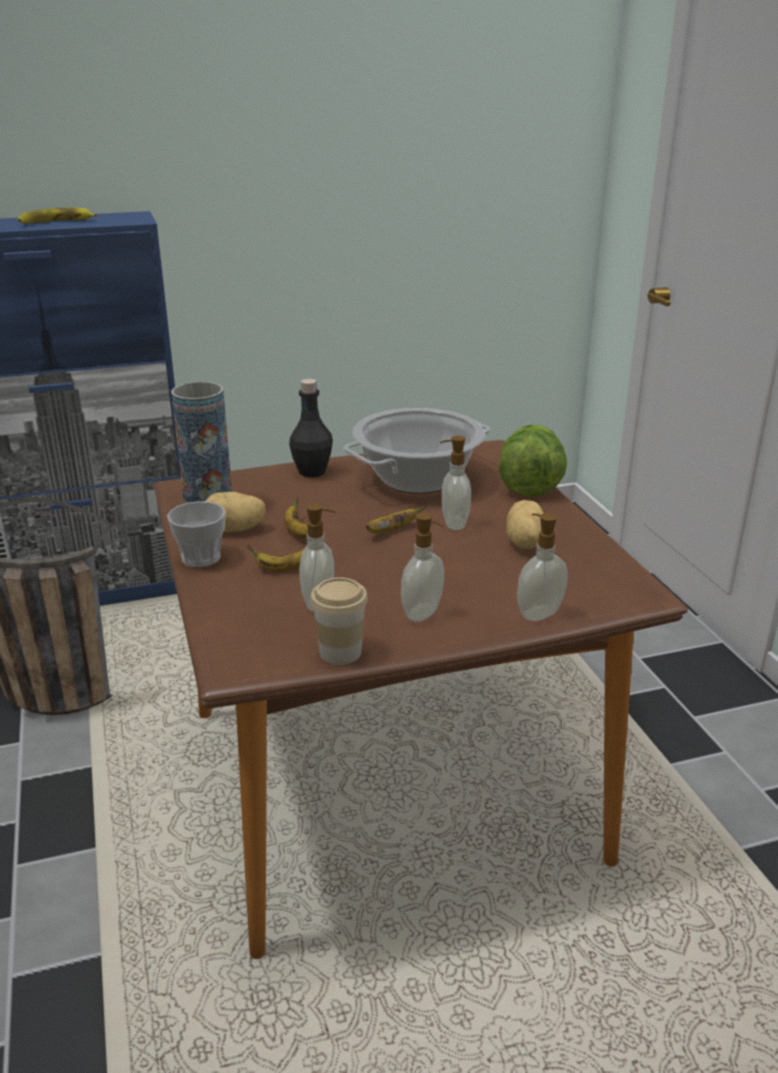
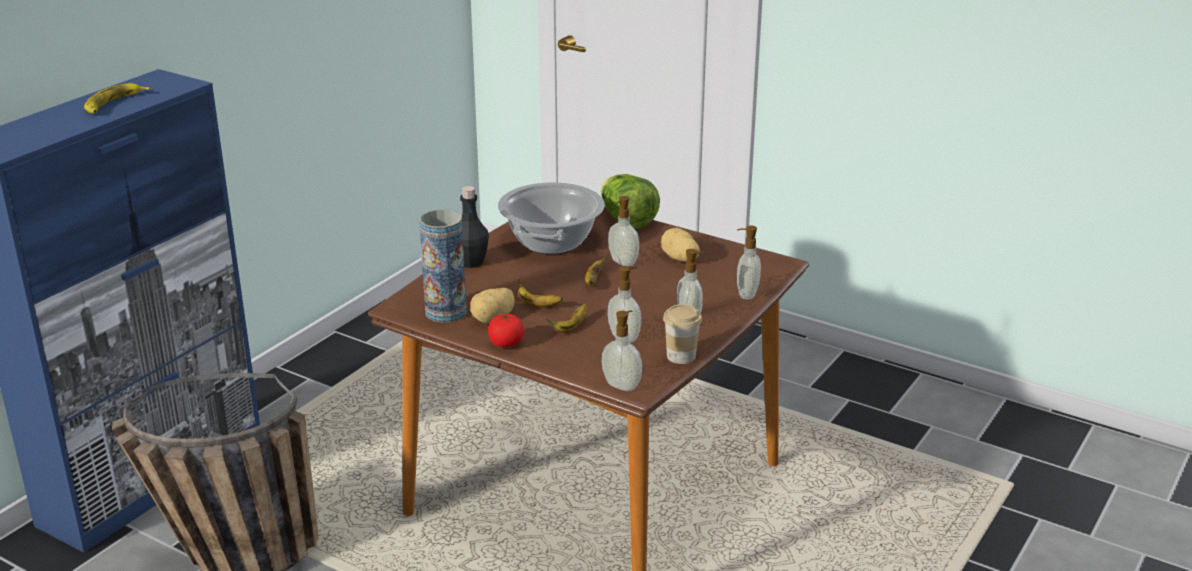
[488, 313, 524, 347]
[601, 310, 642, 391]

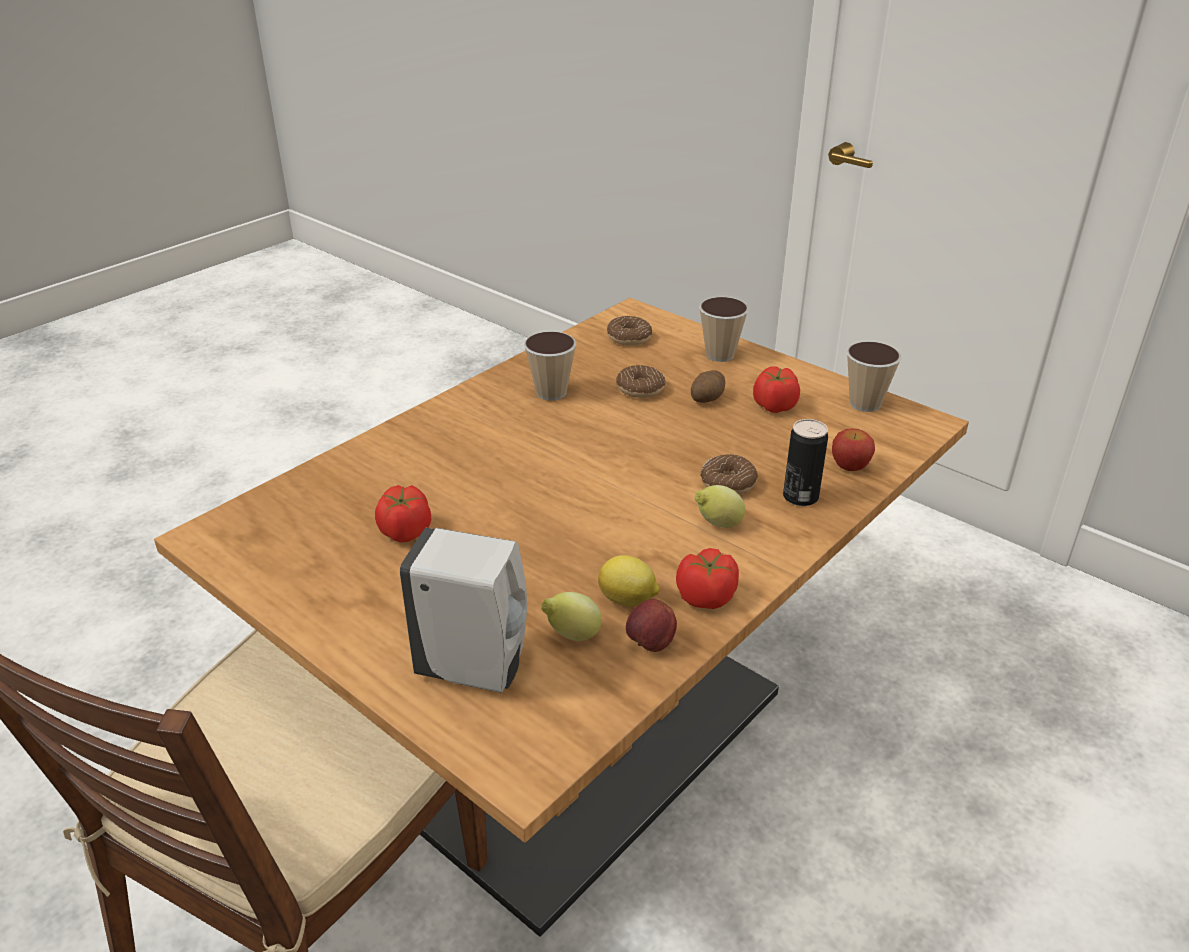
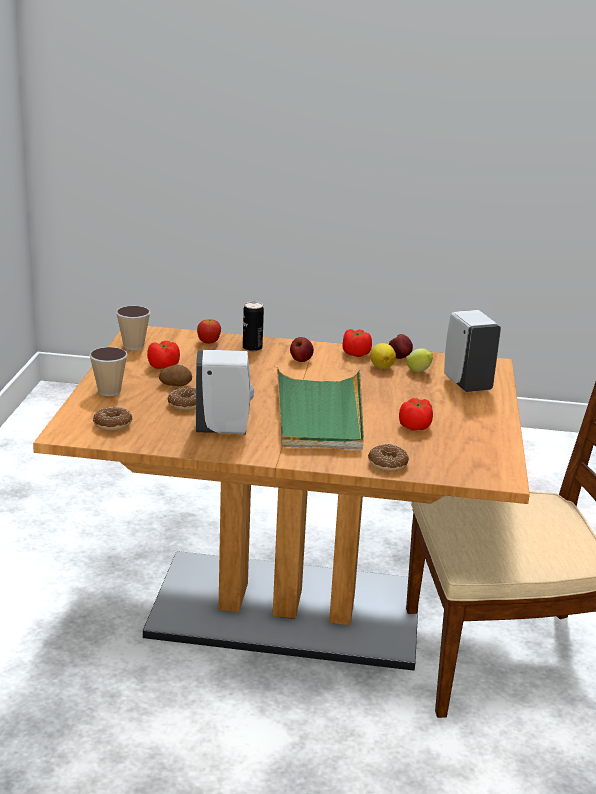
[196, 350, 254, 434]
[277, 367, 364, 450]
[290, 337, 314, 362]
[368, 444, 409, 472]

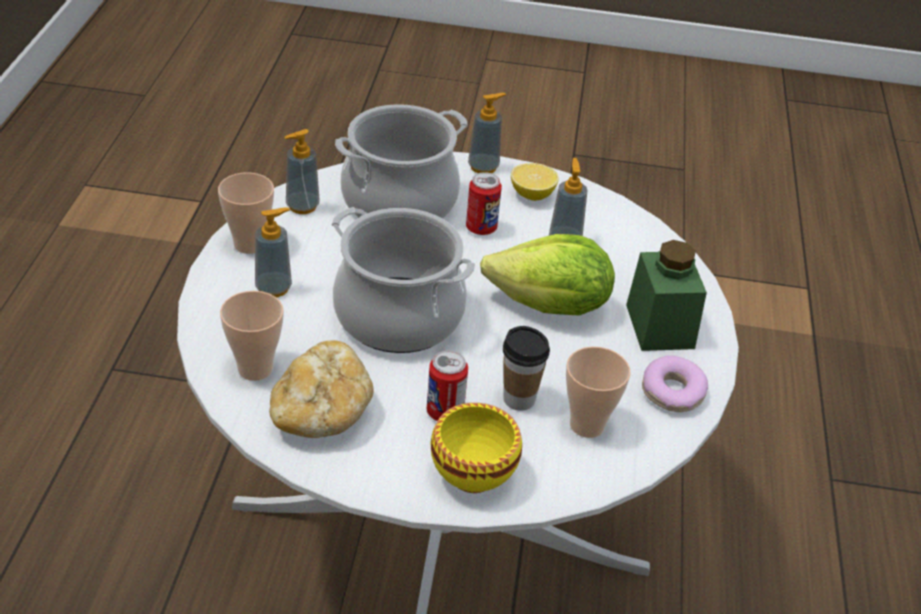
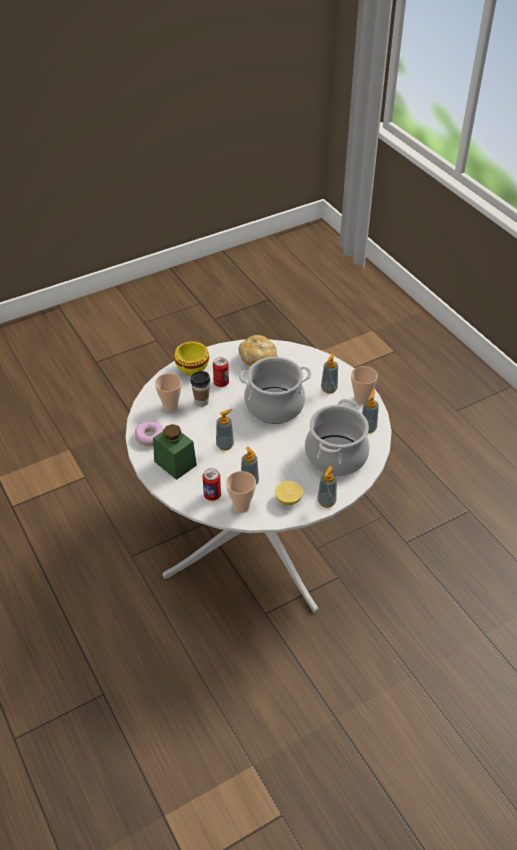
[203, 468, 221, 501]
[216, 409, 234, 451]
[226, 471, 256, 513]

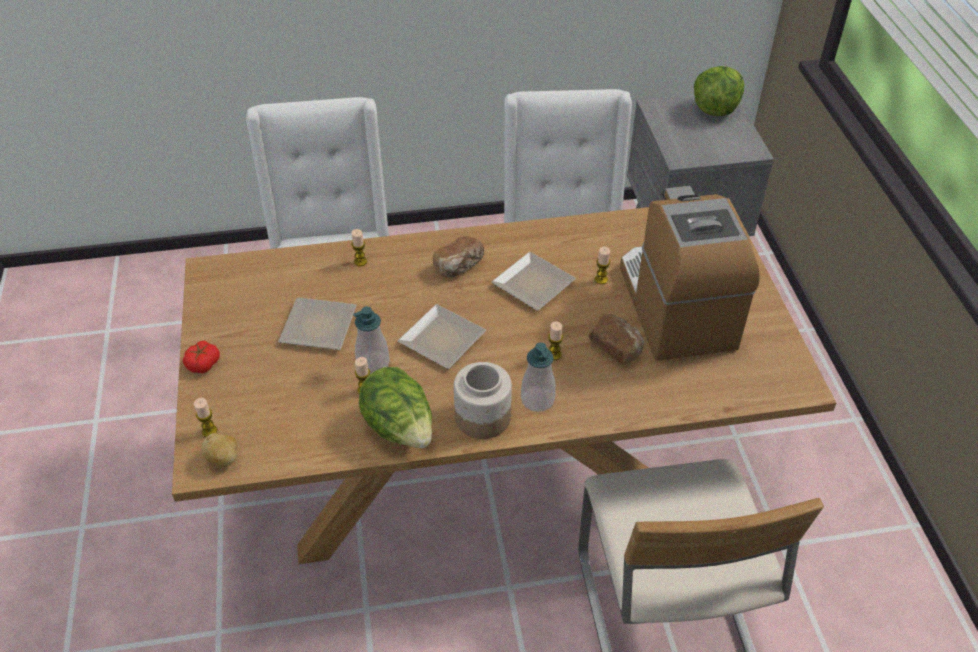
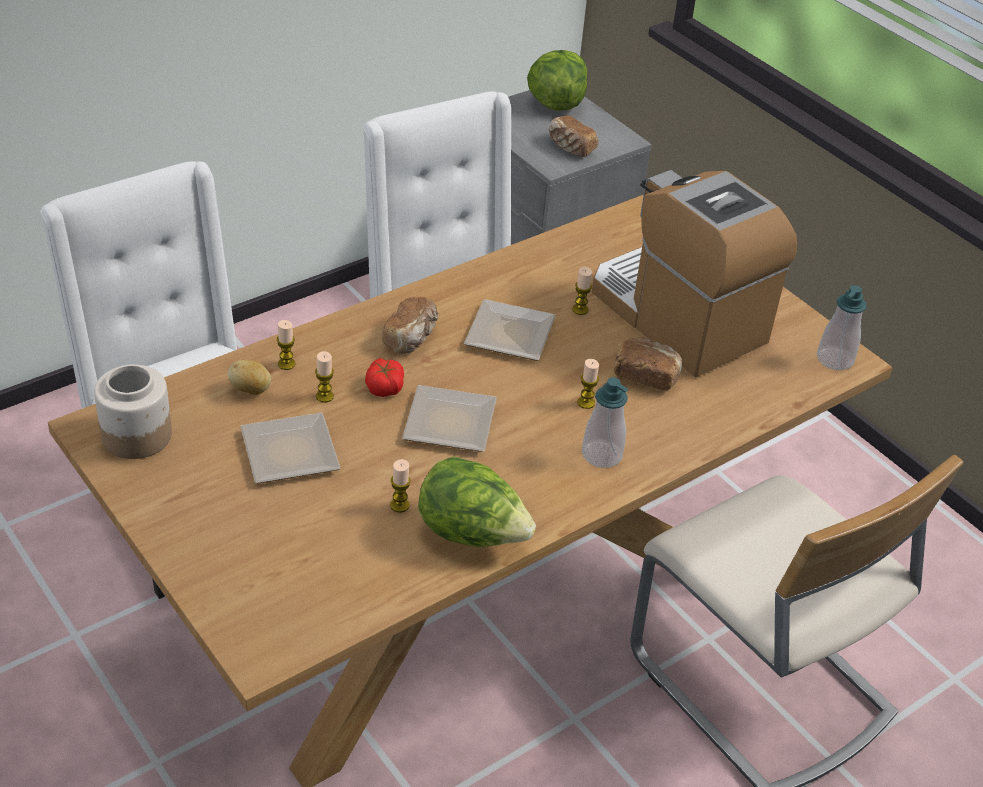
[94, 364, 172, 459]
[228, 360, 271, 395]
[315, 351, 334, 403]
[365, 358, 404, 397]
[549, 116, 599, 157]
[817, 285, 867, 370]

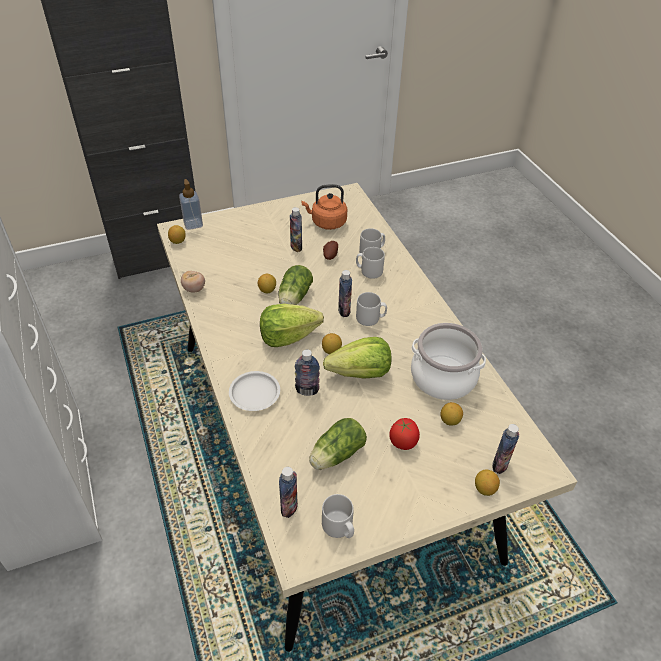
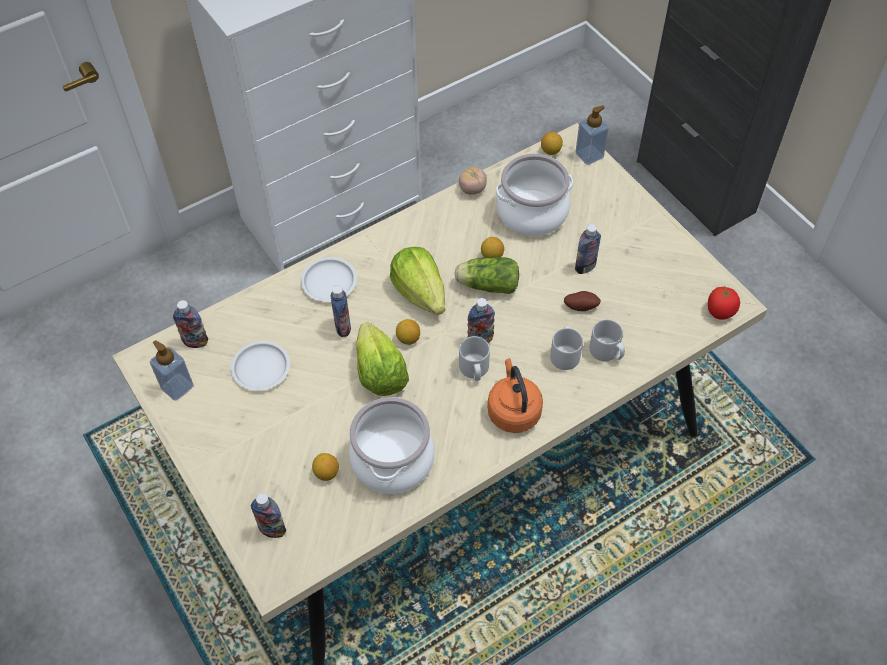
[150, 340, 194, 401]
[231, 341, 290, 391]
[488, 358, 543, 433]
[496, 154, 573, 237]
[708, 286, 740, 320]
[475, 470, 500, 496] (first image)

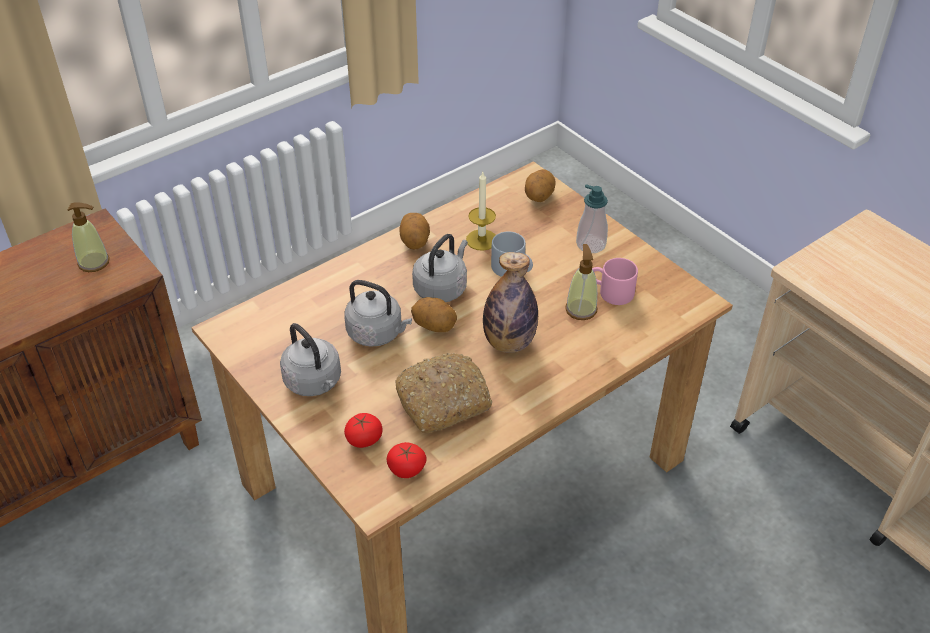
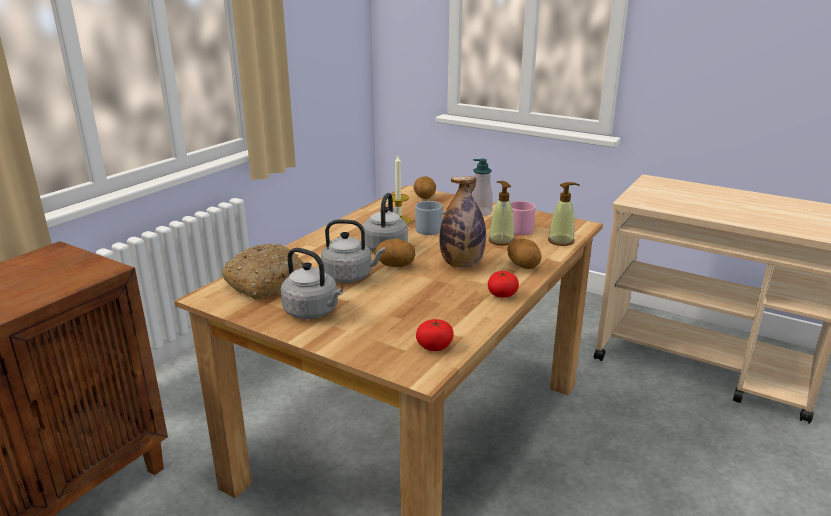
[222, 244, 304, 299]
[488, 271, 519, 298]
[507, 239, 542, 269]
[548, 182, 580, 246]

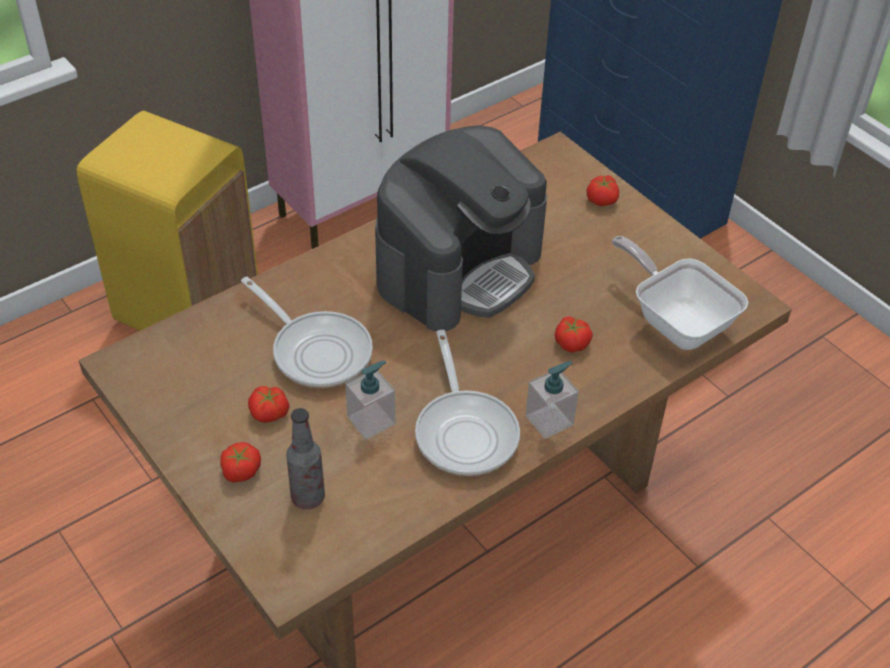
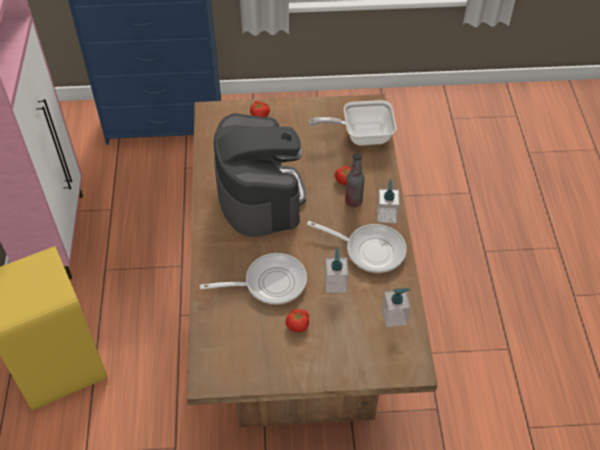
[345, 153, 365, 207]
[382, 288, 410, 327]
[220, 442, 261, 483] (first image)

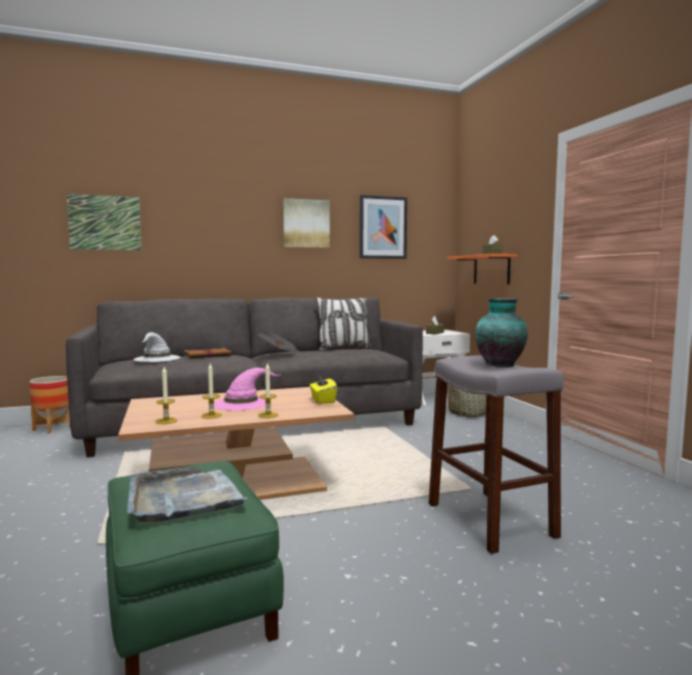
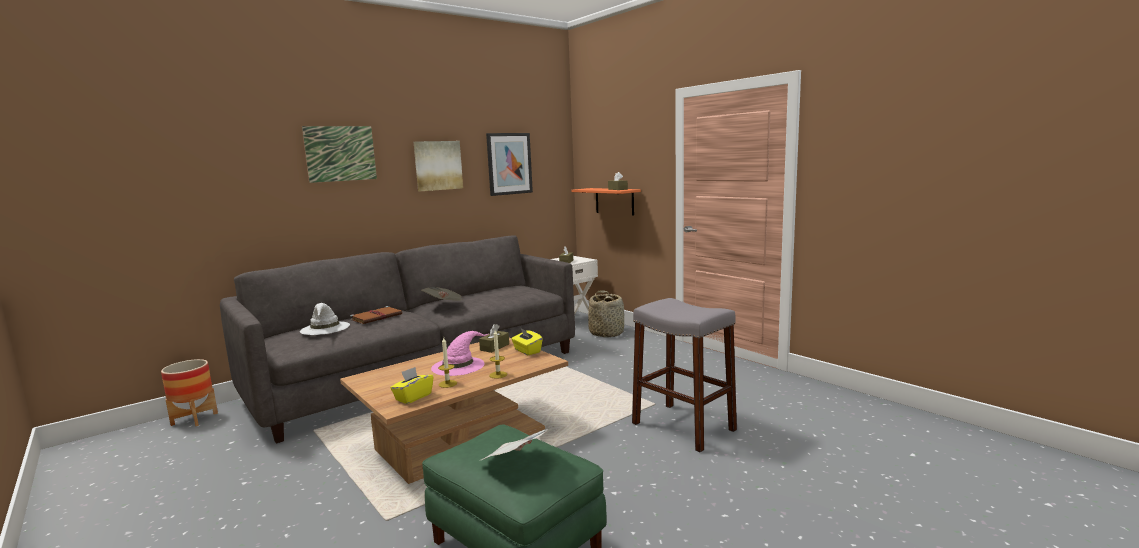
[302, 126, 377, 183]
[390, 367, 434, 404]
[479, 324, 509, 353]
[481, 426, 554, 460]
[316, 297, 372, 351] (first image)
[475, 298, 528, 367] (first image)

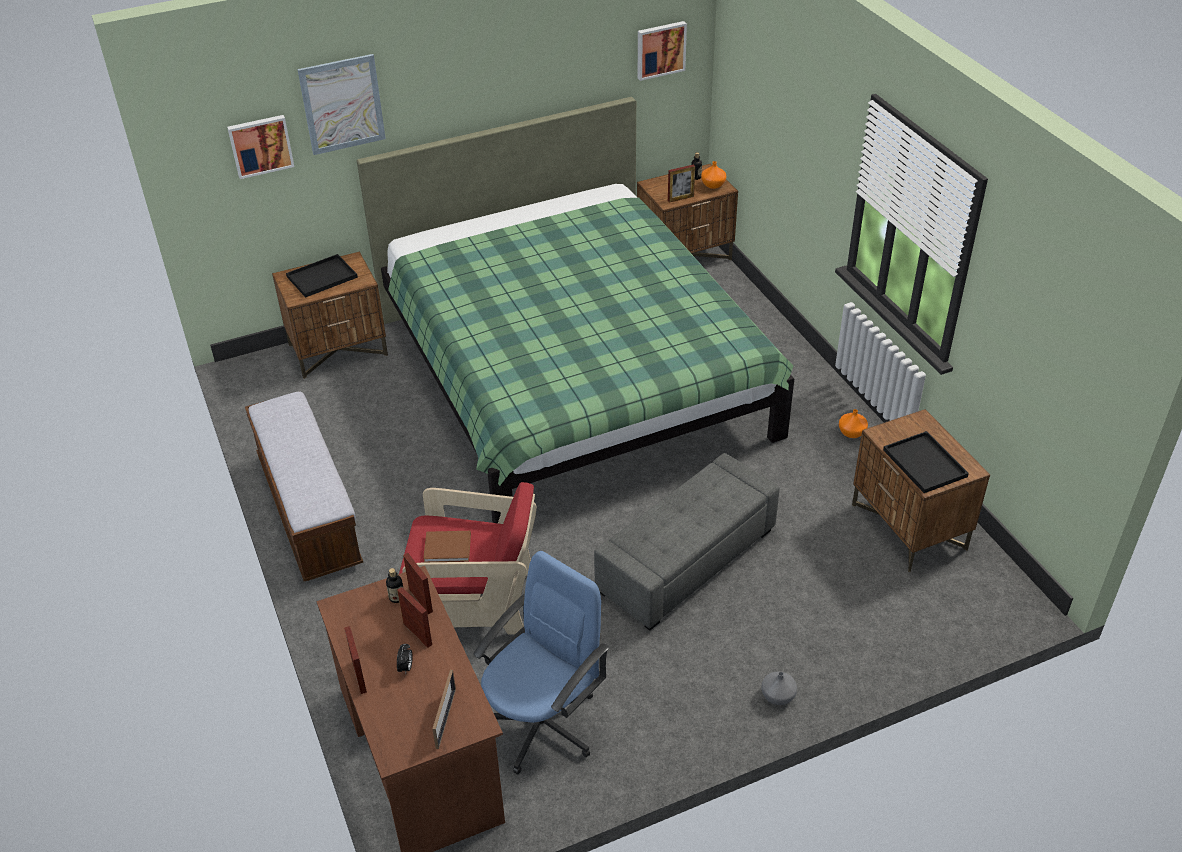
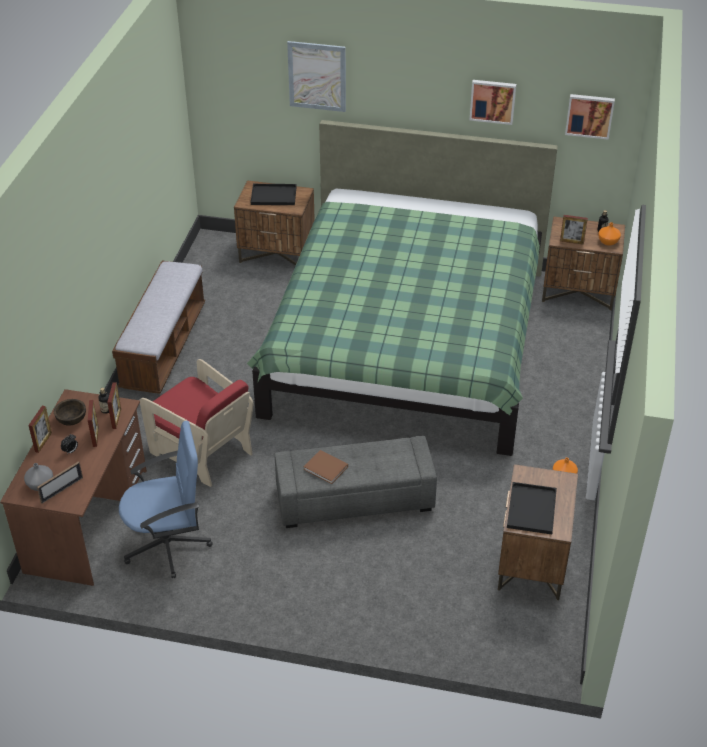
[24, 463, 53, 491]
[54, 399, 86, 426]
[304, 450, 348, 484]
[470, 80, 516, 125]

